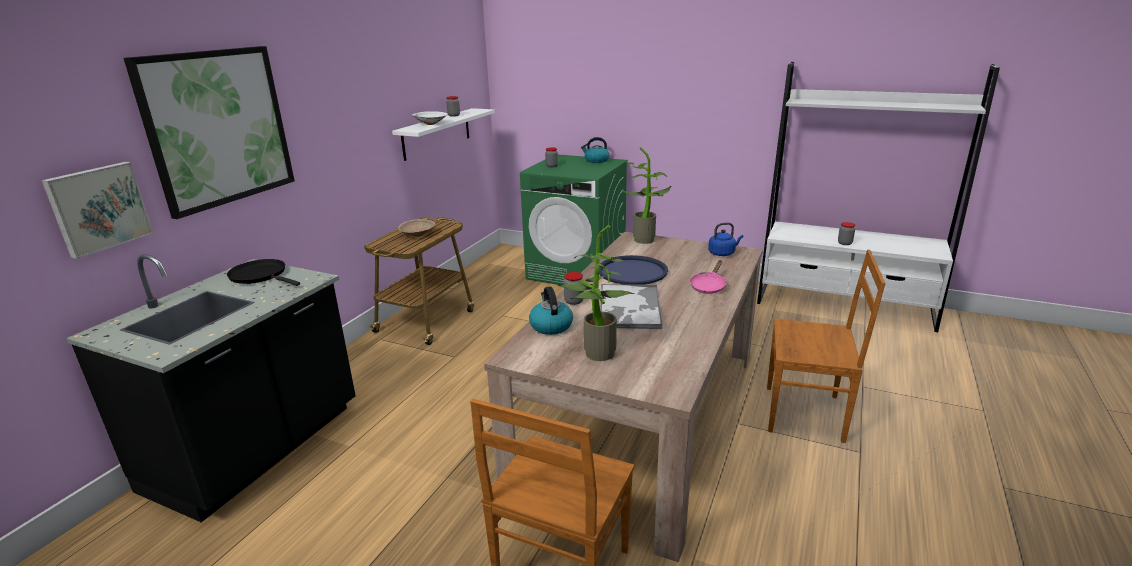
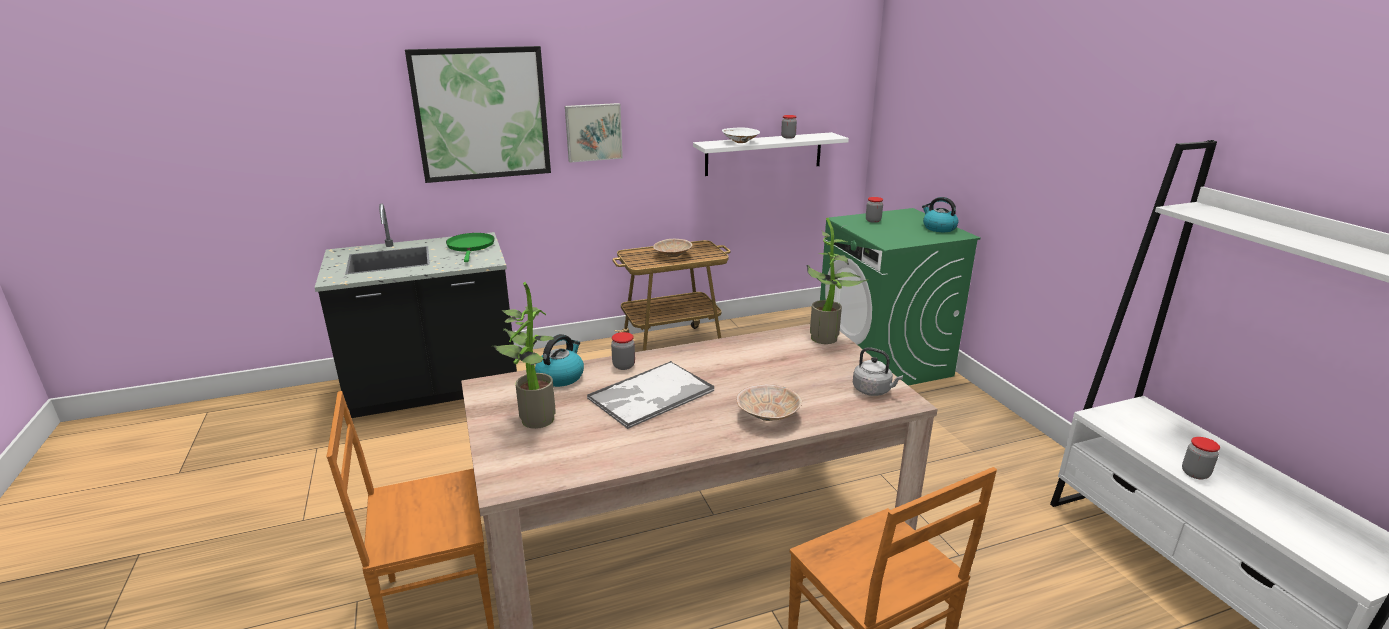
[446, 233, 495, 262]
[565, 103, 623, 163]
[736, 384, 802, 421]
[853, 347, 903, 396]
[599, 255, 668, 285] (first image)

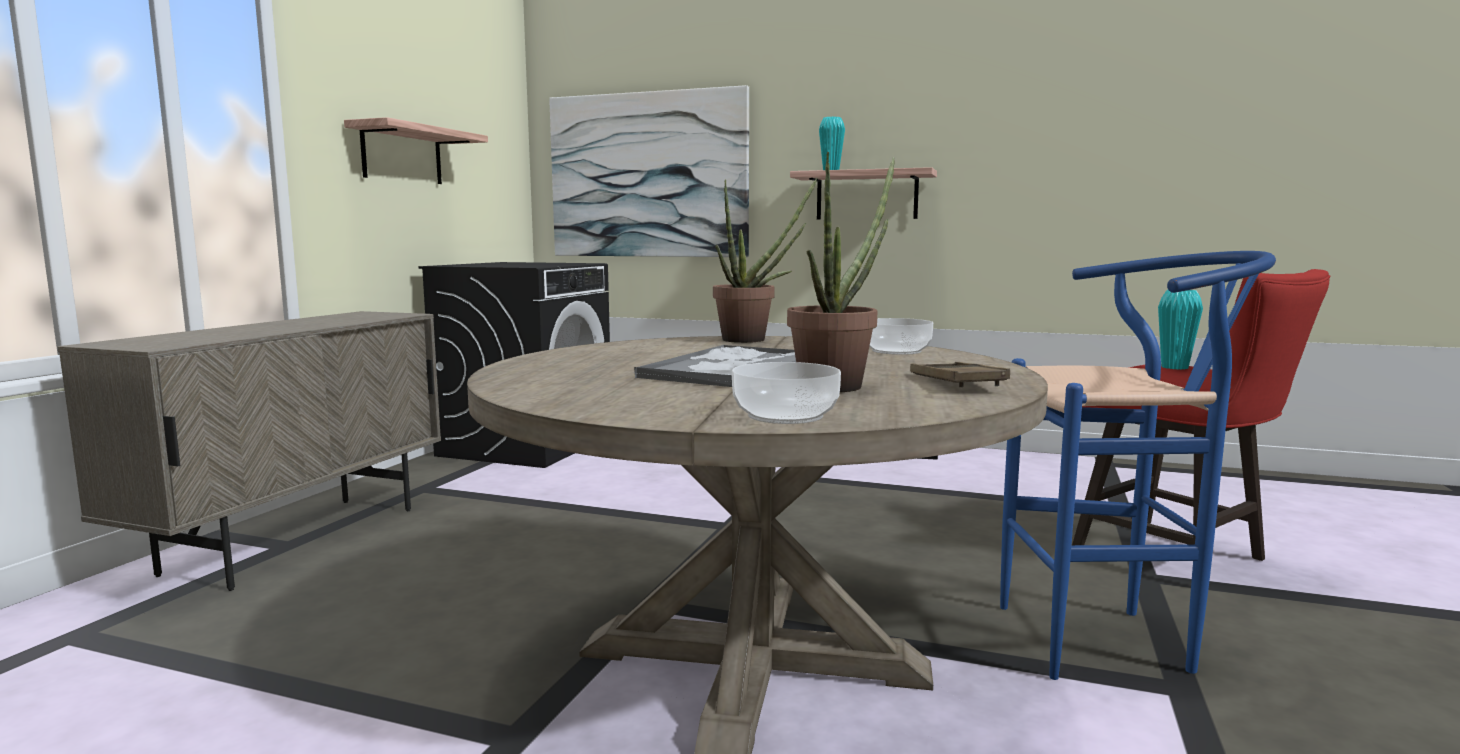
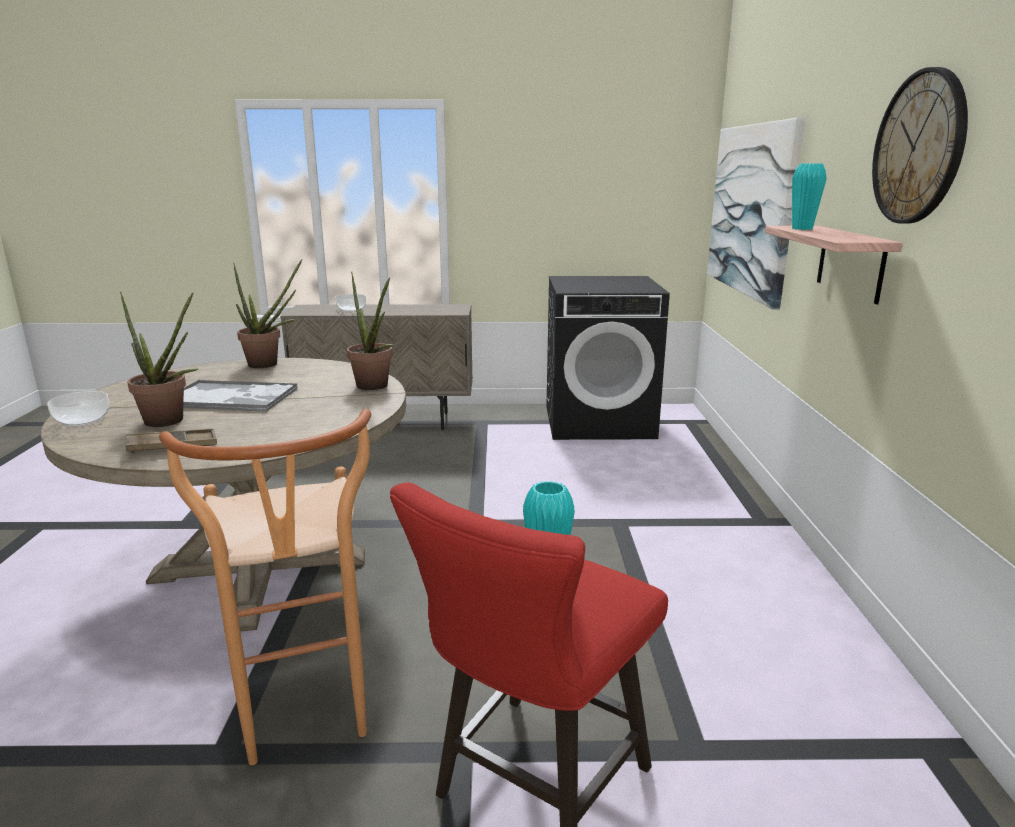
[159, 409, 371, 765]
[233, 259, 302, 368]
[335, 294, 366, 311]
[872, 67, 968, 223]
[344, 117, 488, 184] (first image)

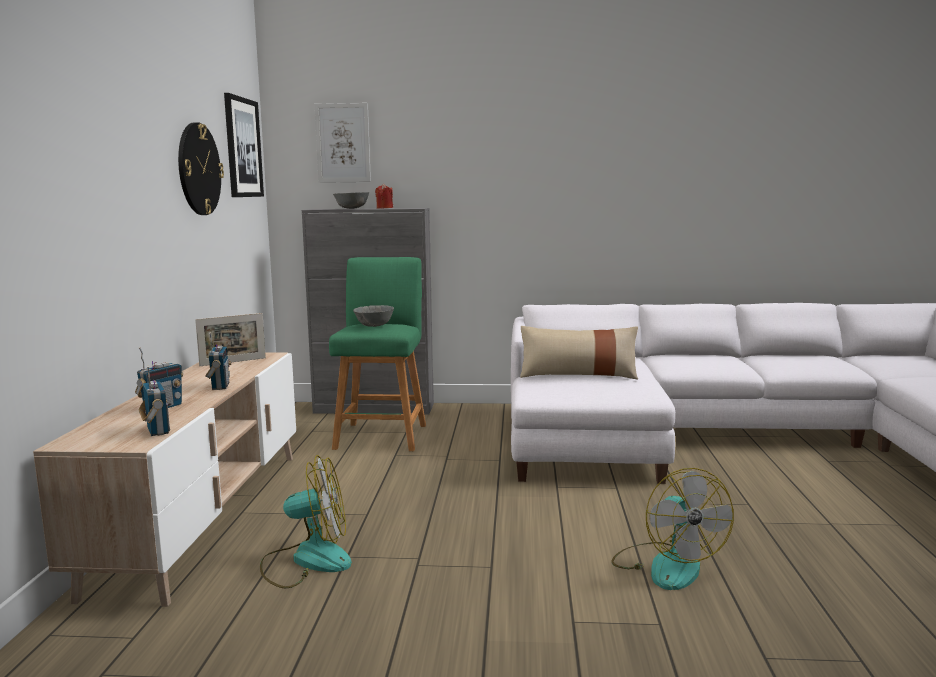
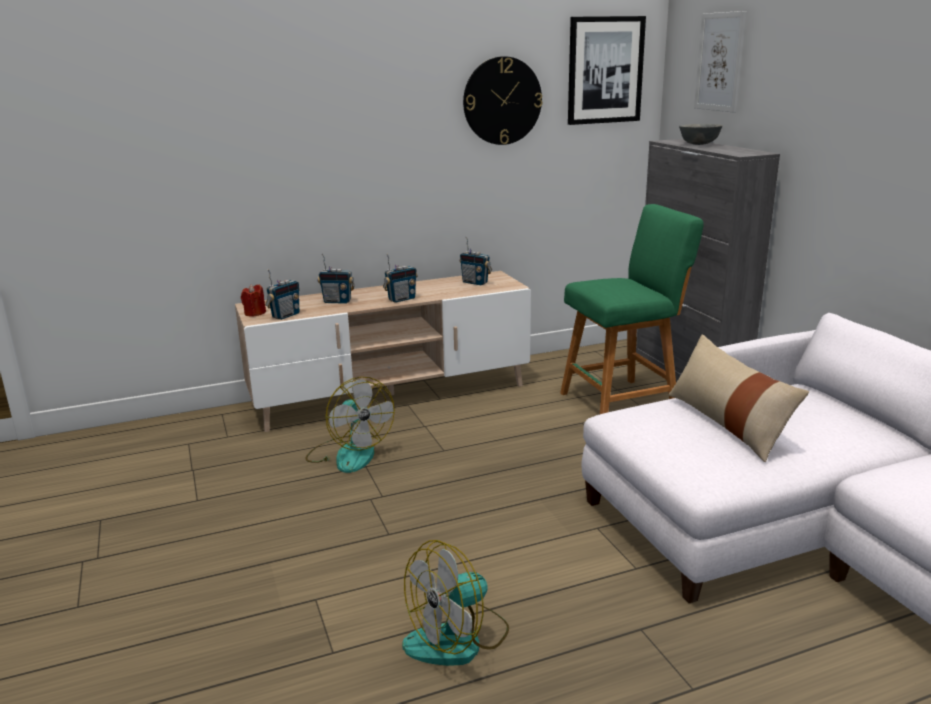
[241, 284, 266, 317]
[459, 236, 492, 285]
[353, 305, 394, 327] (first image)

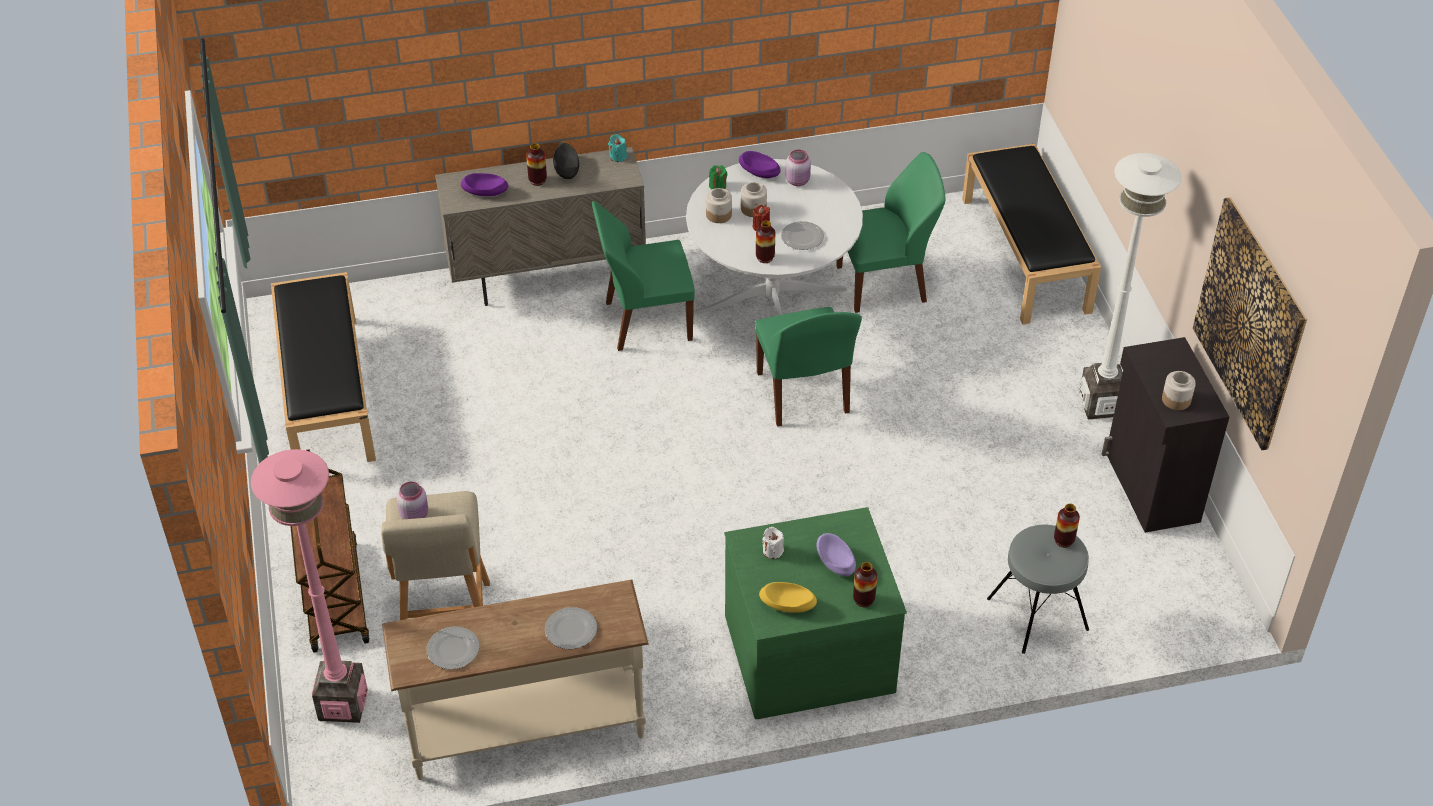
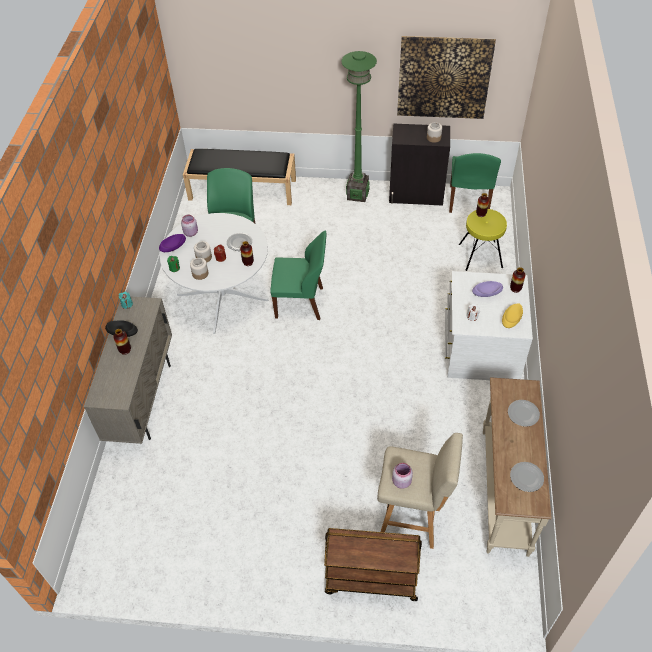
[341, 51, 377, 202]
[445, 271, 533, 380]
[449, 153, 501, 213]
[459, 209, 507, 271]
[251, 449, 368, 723] (first image)
[271, 272, 376, 462] (first image)
[461, 173, 508, 197] (first image)

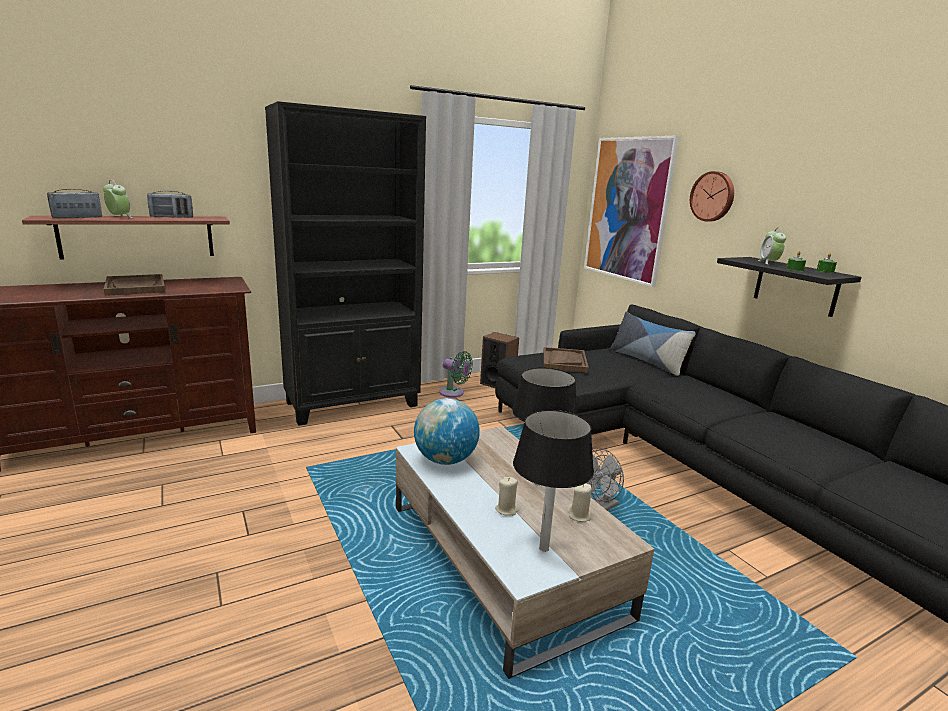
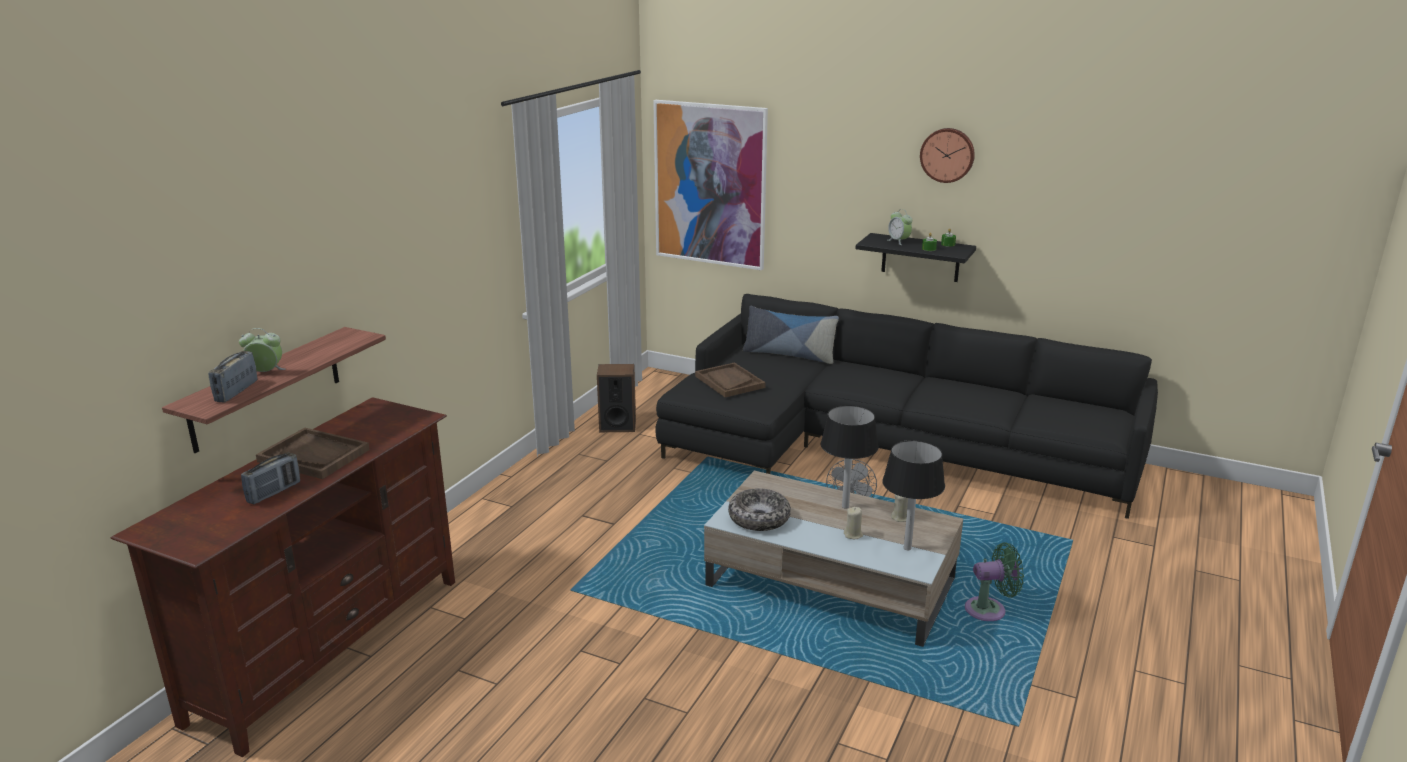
[241, 452, 300, 504]
[728, 488, 791, 531]
[920, 128, 975, 183]
[965, 542, 1024, 621]
[265, 101, 426, 426] (first image)

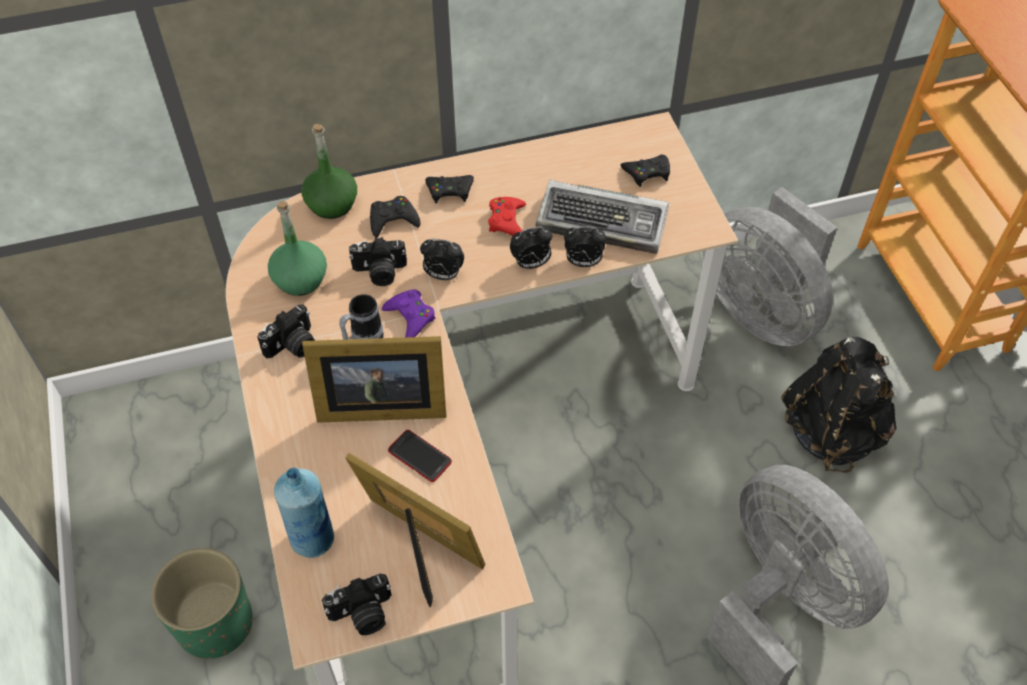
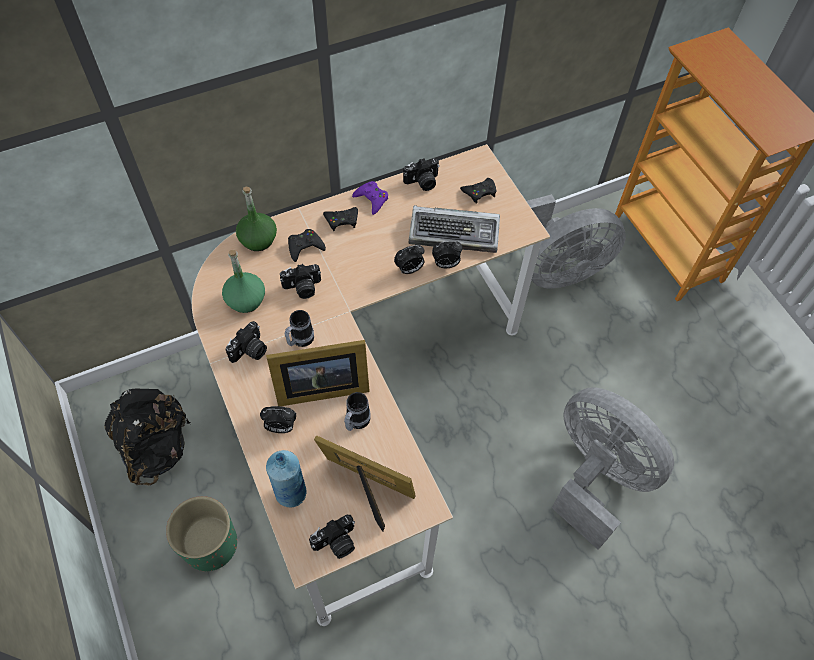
[105, 389, 191, 485]
[260, 406, 296, 433]
[344, 392, 371, 431]
[352, 181, 388, 215]
[403, 158, 439, 191]
[527, 194, 626, 288]
[488, 197, 526, 236] (first image)

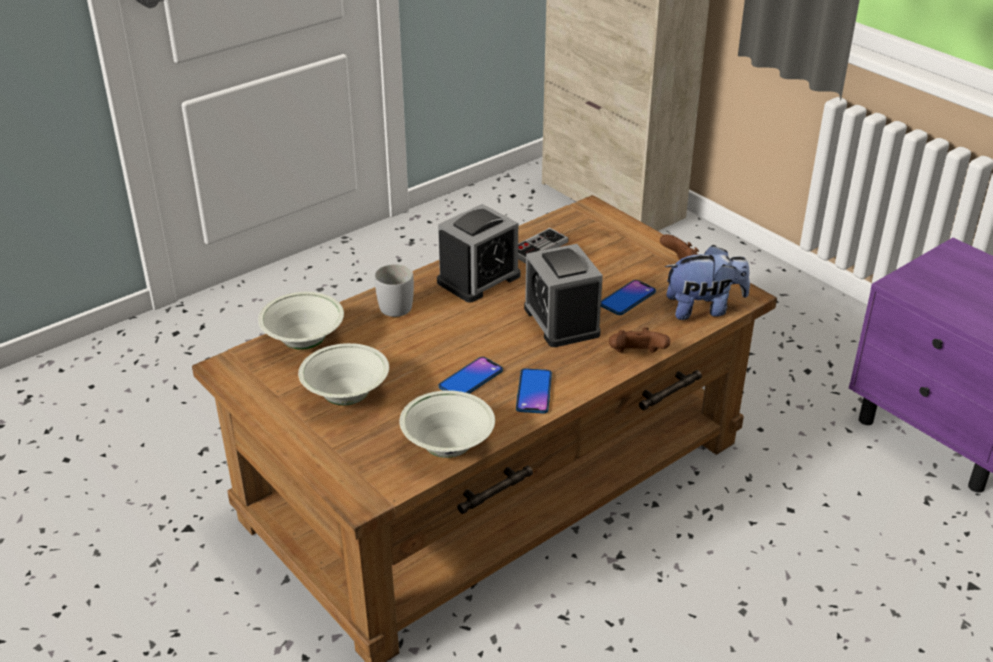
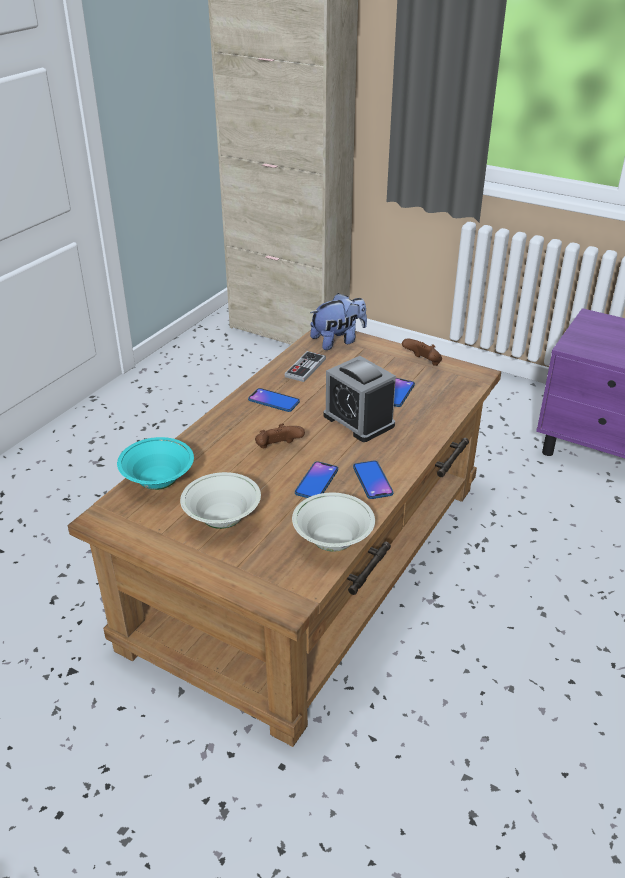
[117, 437, 194, 490]
[248, 388, 300, 412]
[255, 423, 305, 449]
[310, 293, 367, 350]
[375, 264, 414, 317] (first image)

